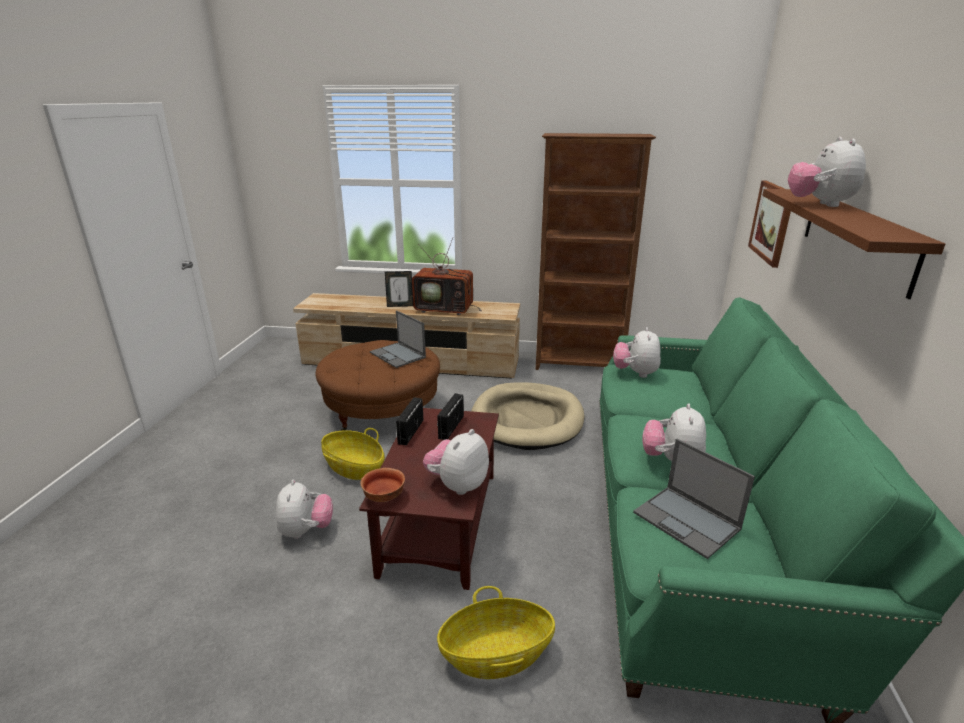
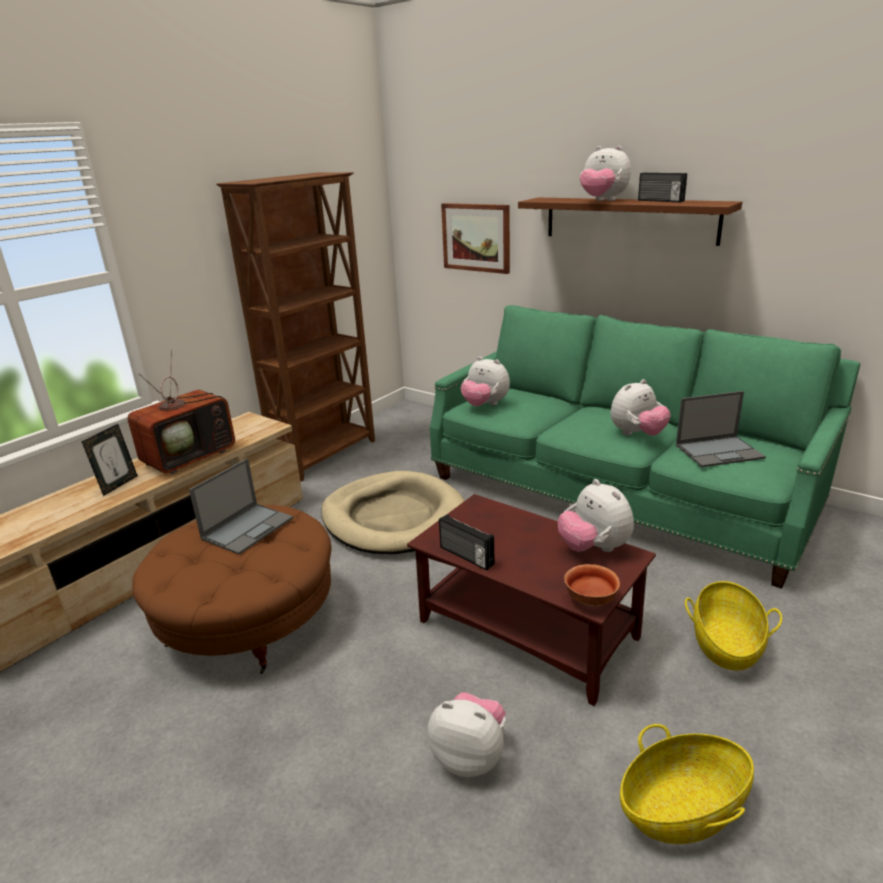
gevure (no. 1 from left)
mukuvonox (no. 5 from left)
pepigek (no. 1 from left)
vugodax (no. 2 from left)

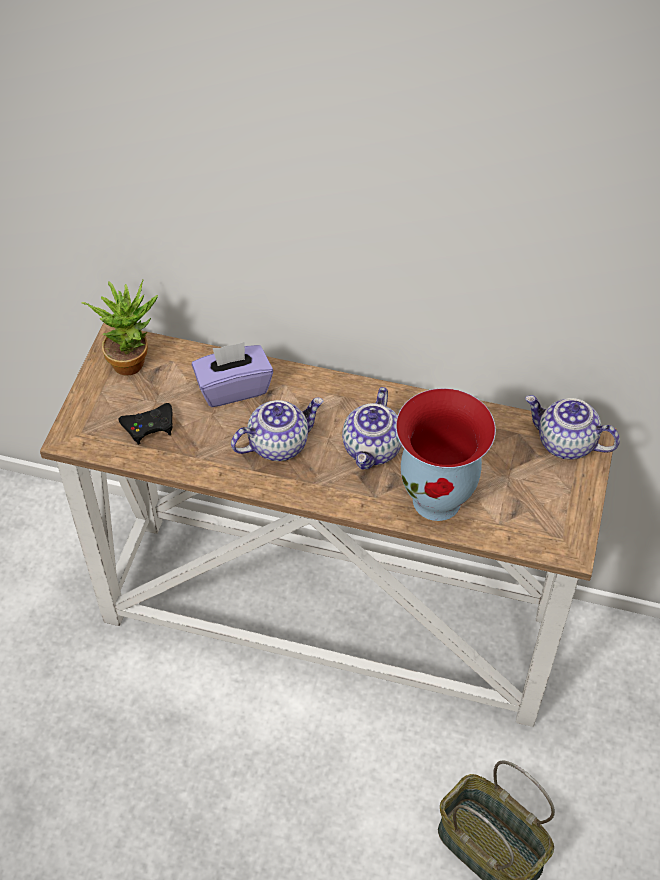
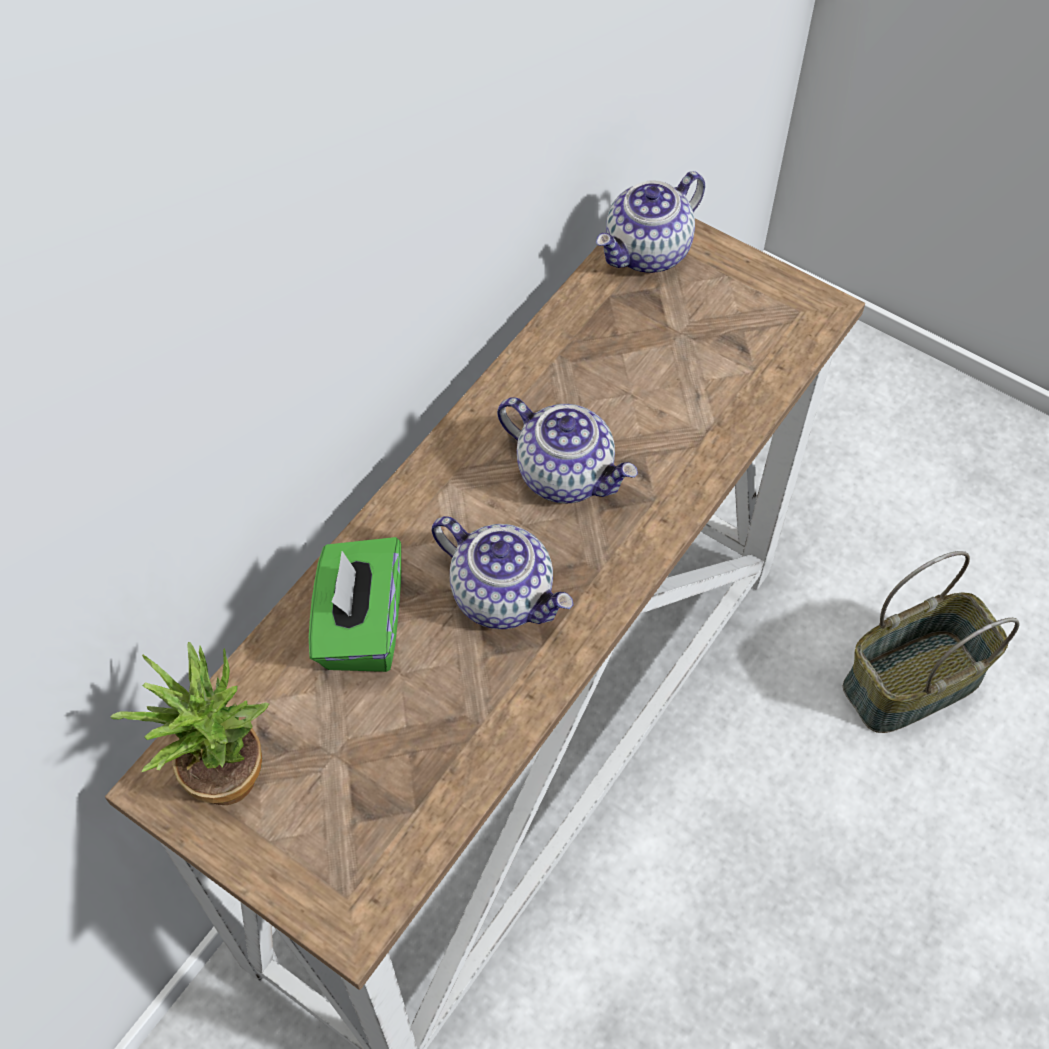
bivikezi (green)
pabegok (no. 1 from left)
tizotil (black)
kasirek

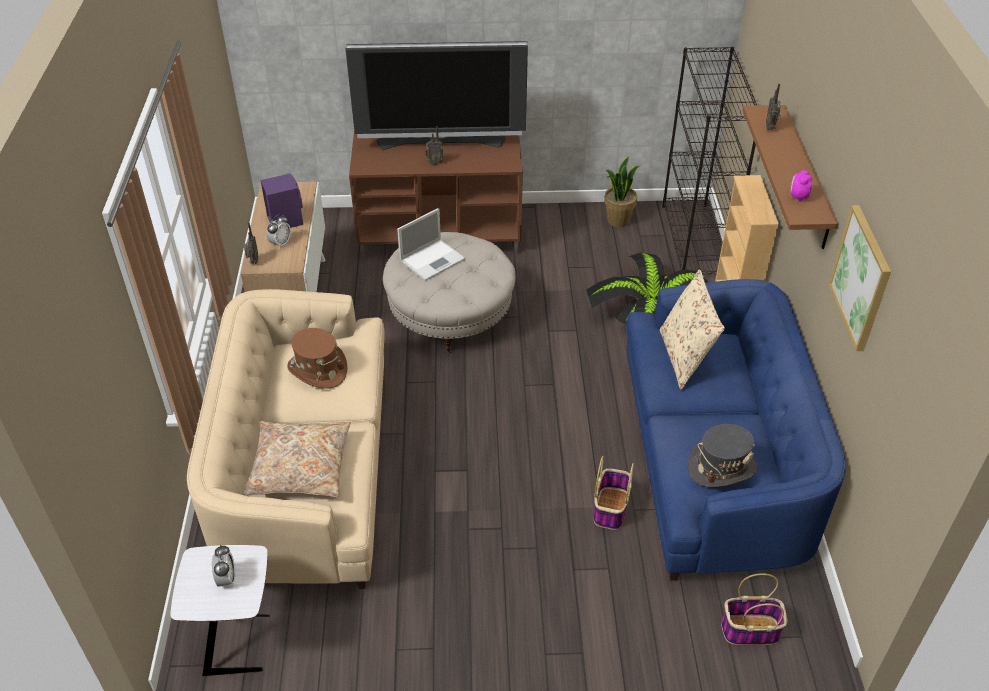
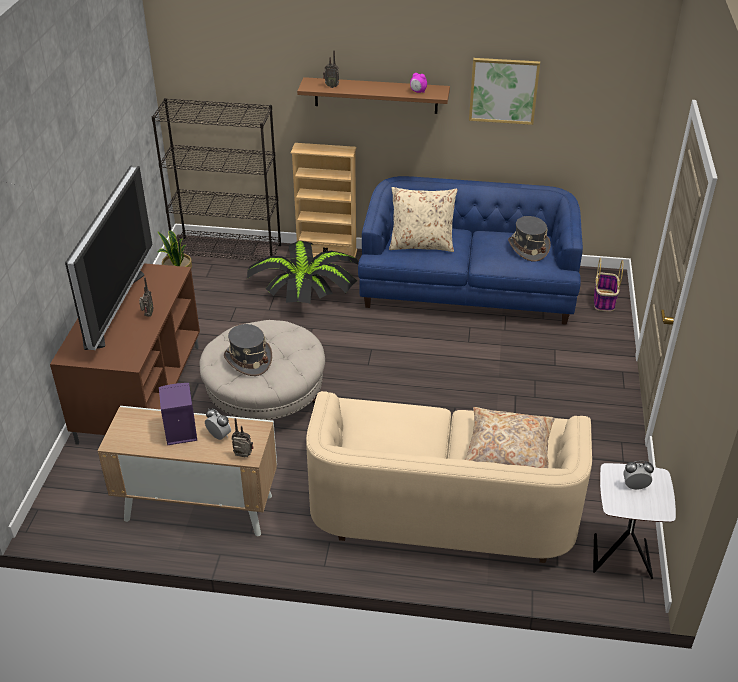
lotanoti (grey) (no. 1 from left)
lotanoti (brown)
pepigek (no. 1 from left in the first image)

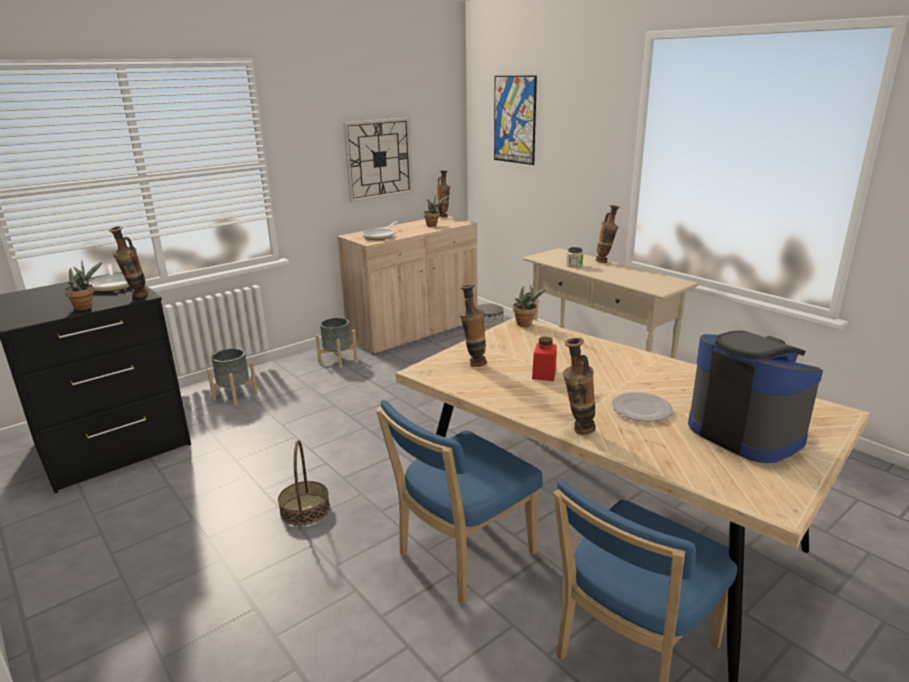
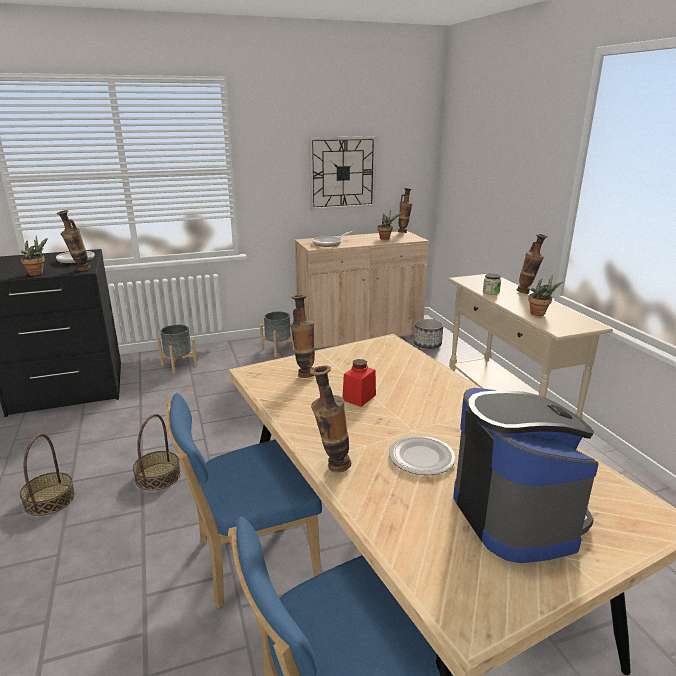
pepigek (no. 1 from left)
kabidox (no. 3 from left)
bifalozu

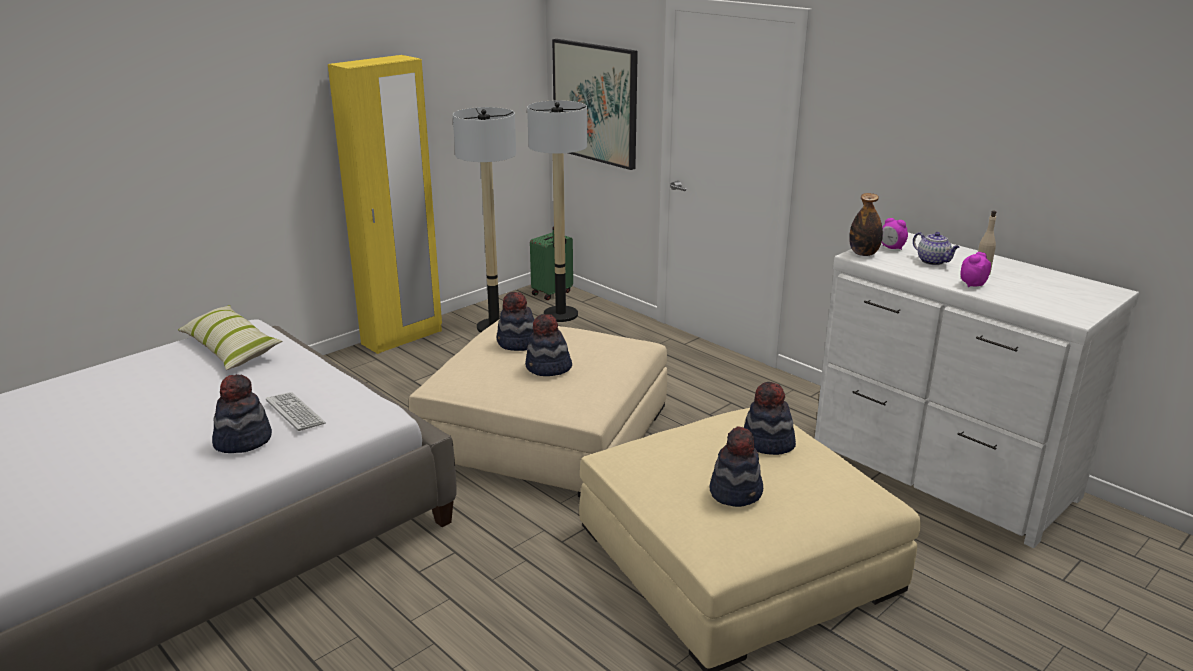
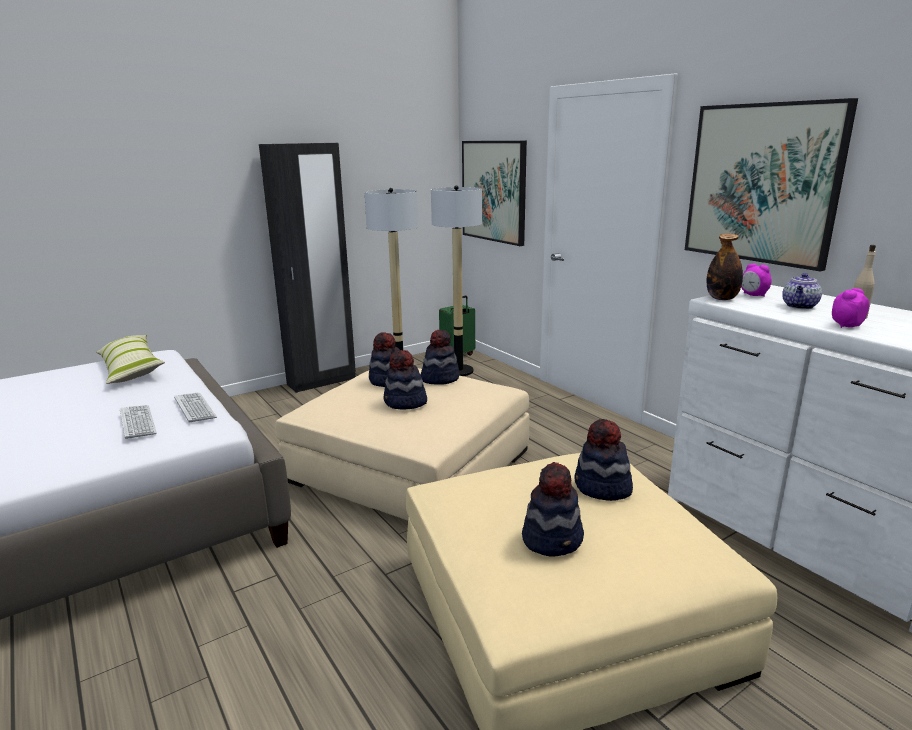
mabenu (no. 2 from left)
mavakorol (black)
lotanoti (no. 3 from left)
bifalozu (no. 2 from left)
pabegok

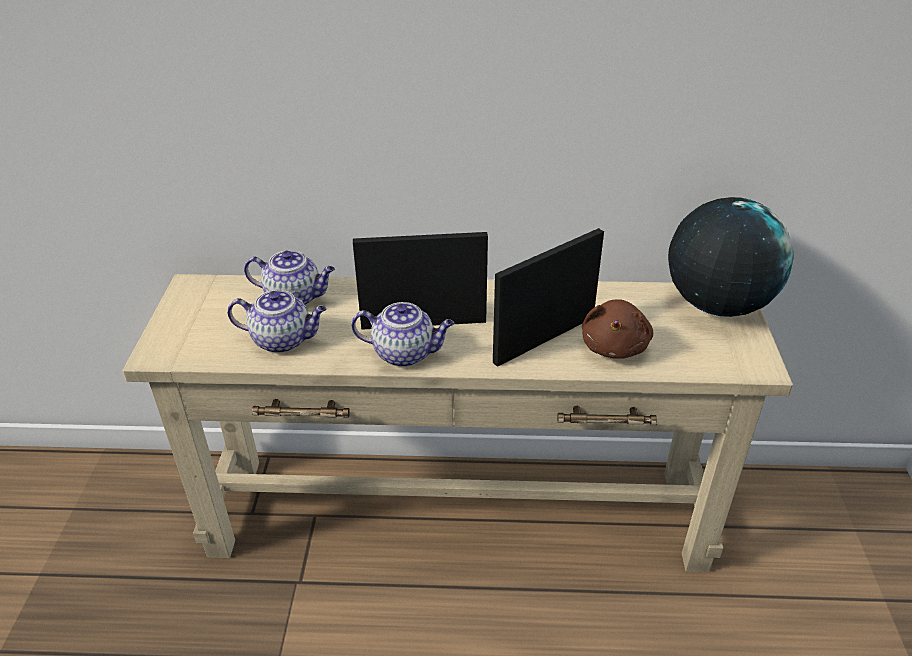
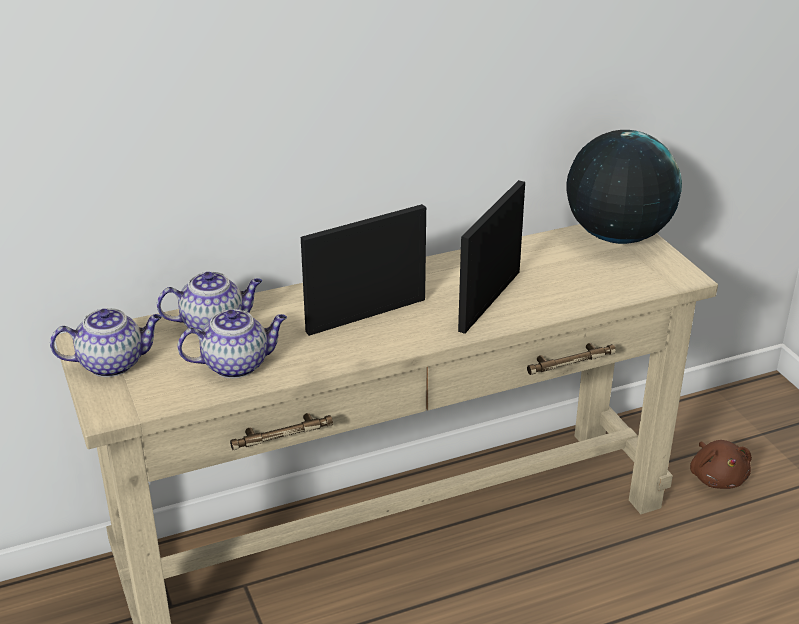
pabegok (no. 1 from left)
mukuvonox (brown)

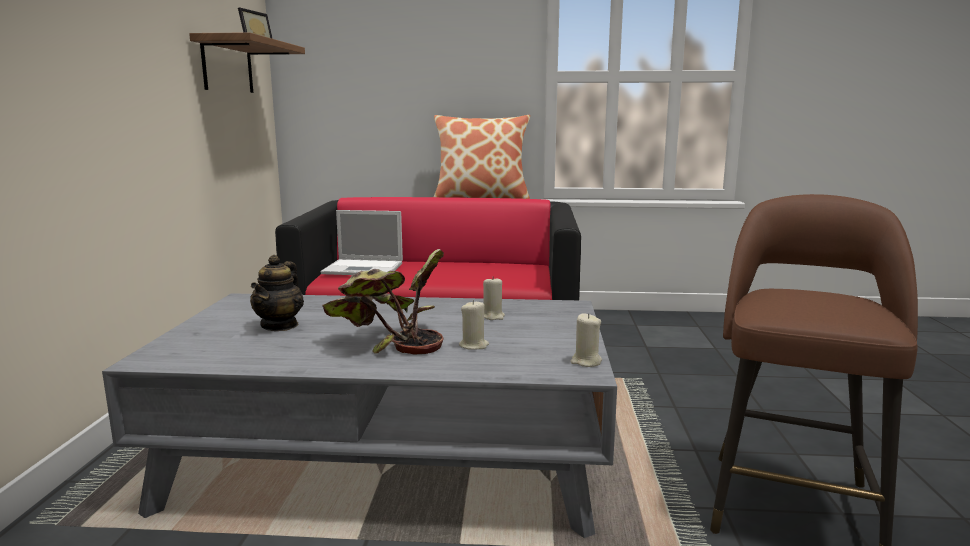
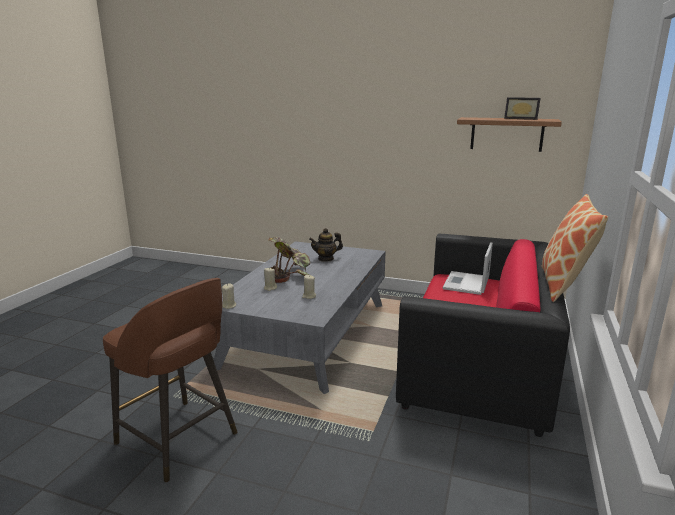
pabegok

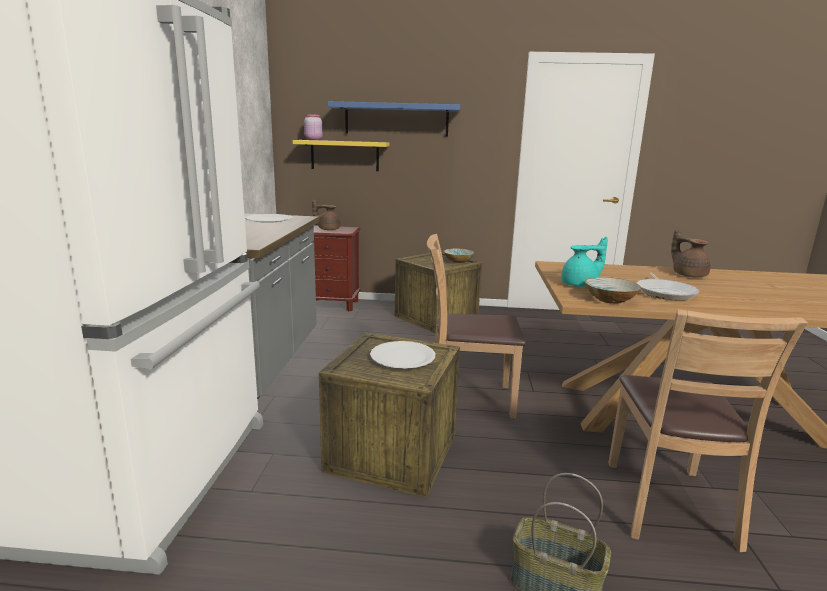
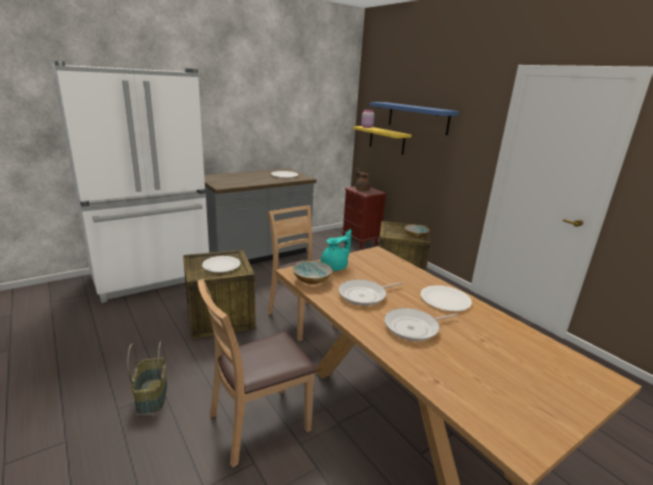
pabegok (turquoise)
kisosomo (no. 2 from left)
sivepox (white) (no. 3 from left)

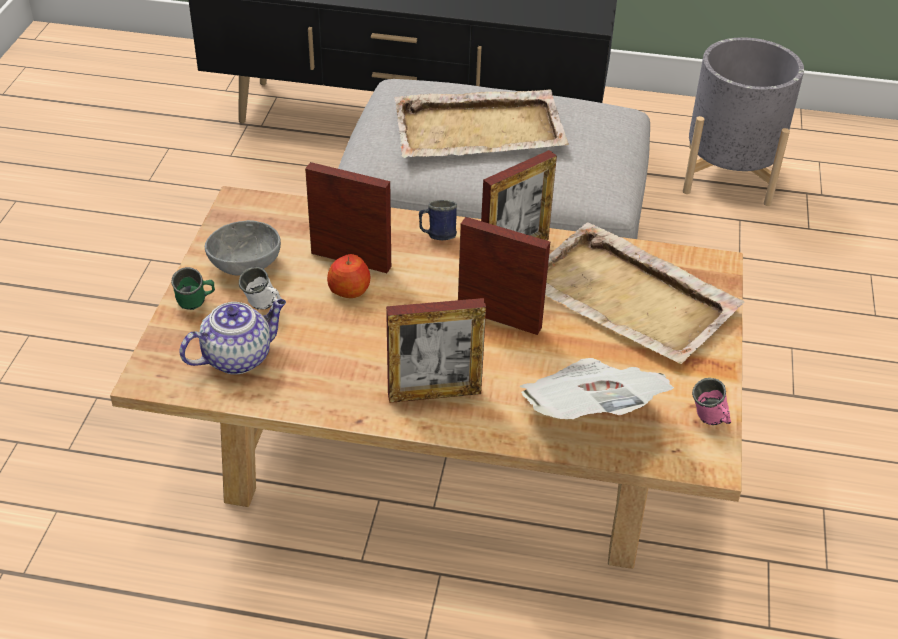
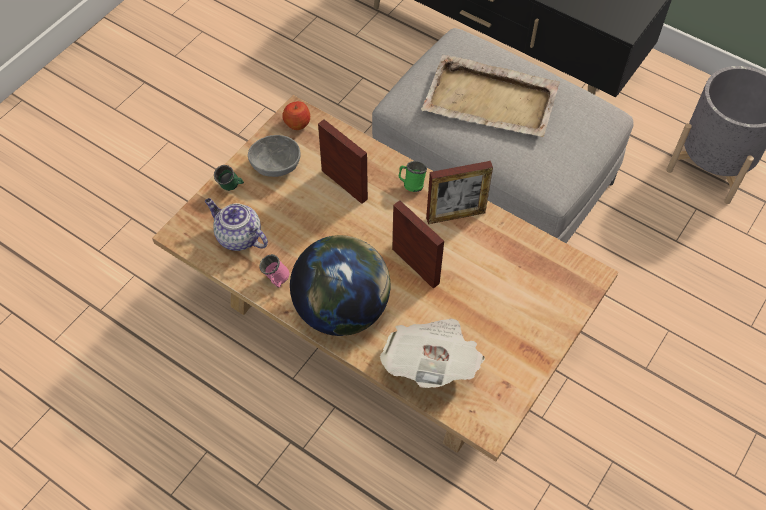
pabegok
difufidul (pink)
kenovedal
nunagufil
difufidul (green) (no. 2 from left)
difufidul (white)
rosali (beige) (no. 2 from left in the first image)

